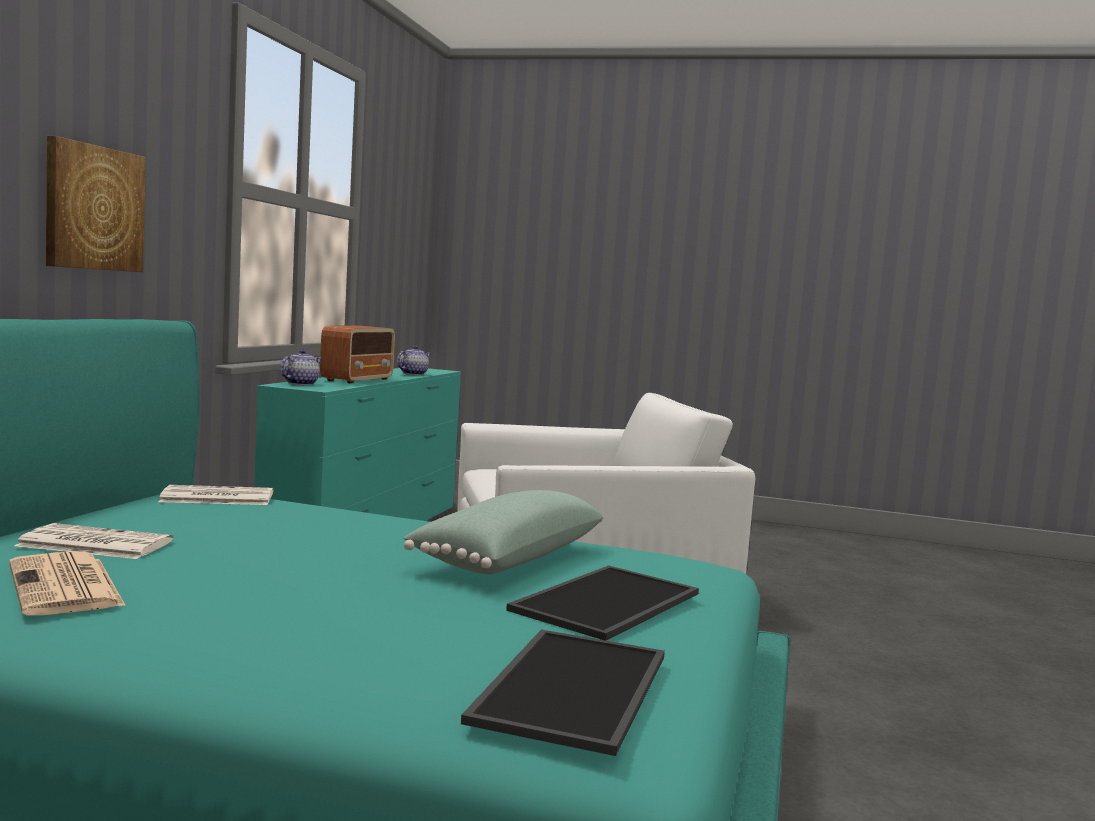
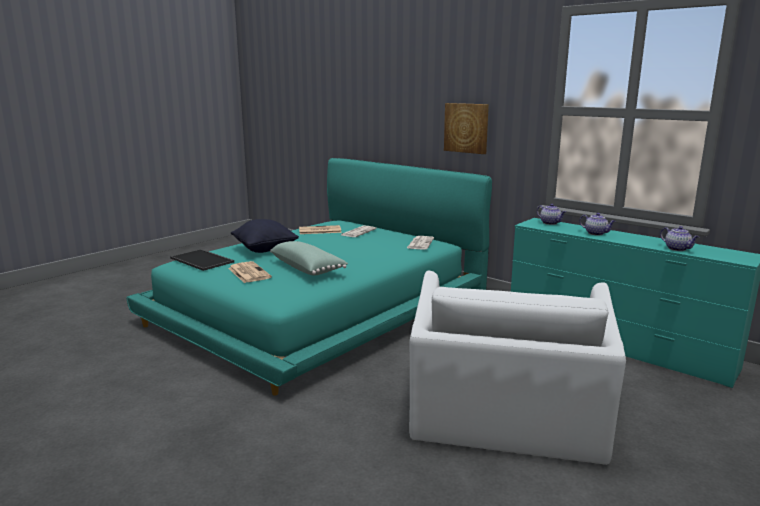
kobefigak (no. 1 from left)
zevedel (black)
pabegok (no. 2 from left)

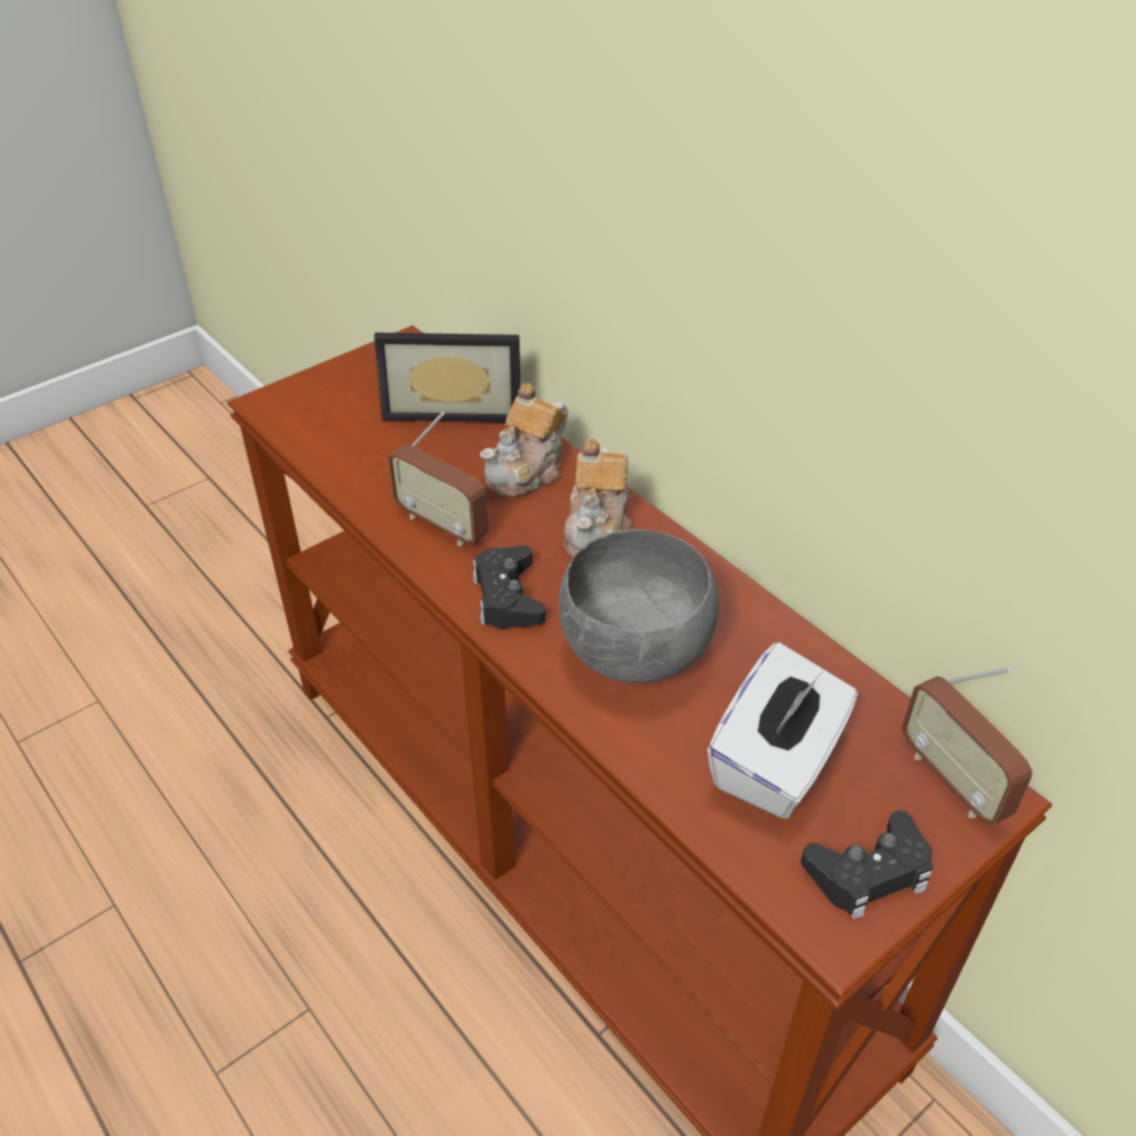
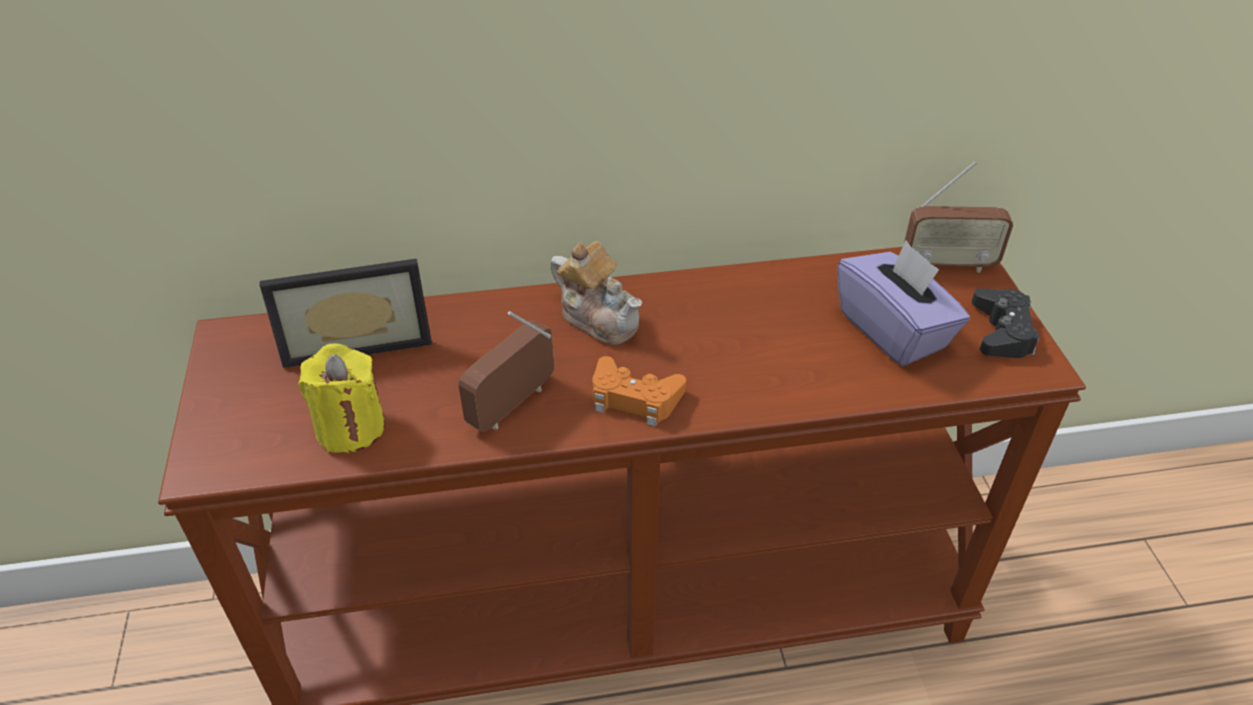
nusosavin
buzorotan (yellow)
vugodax (no. 1 from left)
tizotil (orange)
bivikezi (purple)
pabegok (no. 1 from left in the first image)
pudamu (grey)

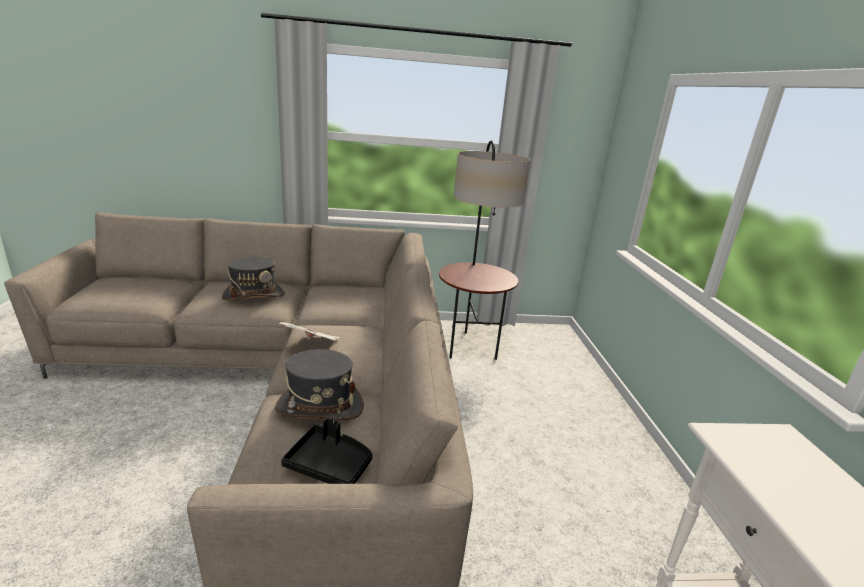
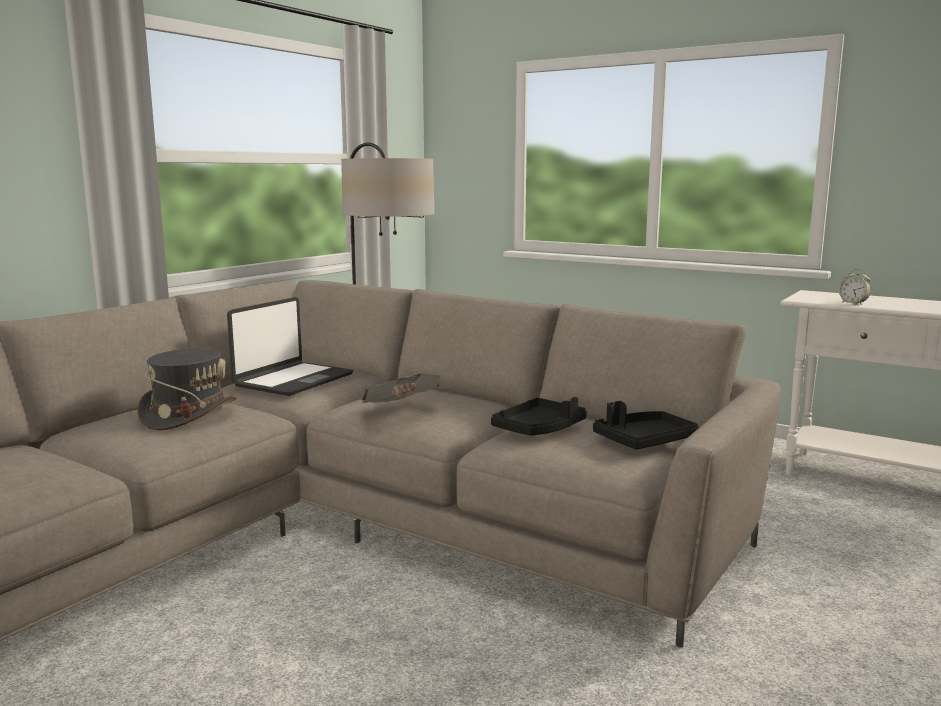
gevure
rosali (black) (no. 1 from left)
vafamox

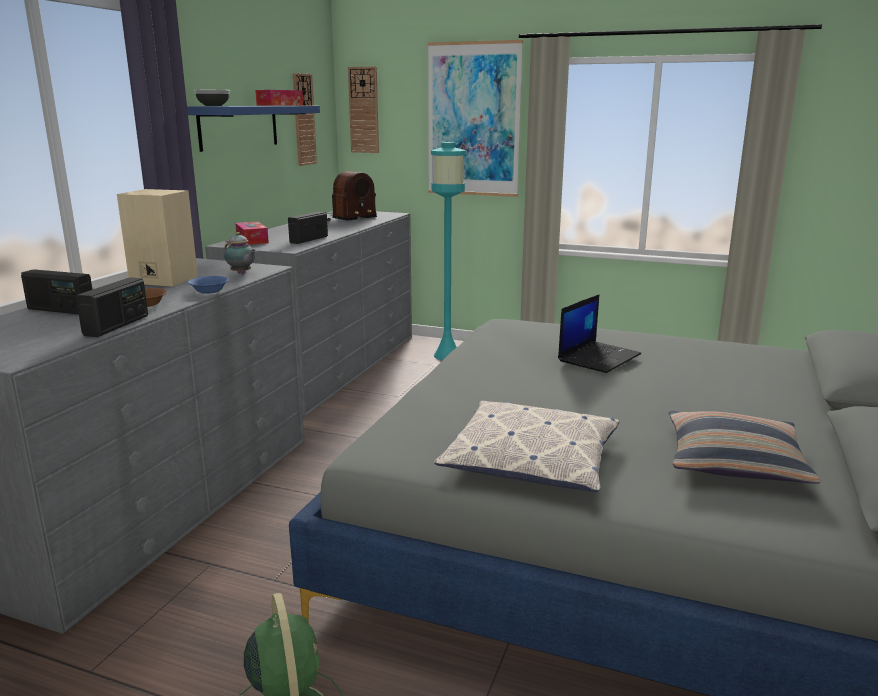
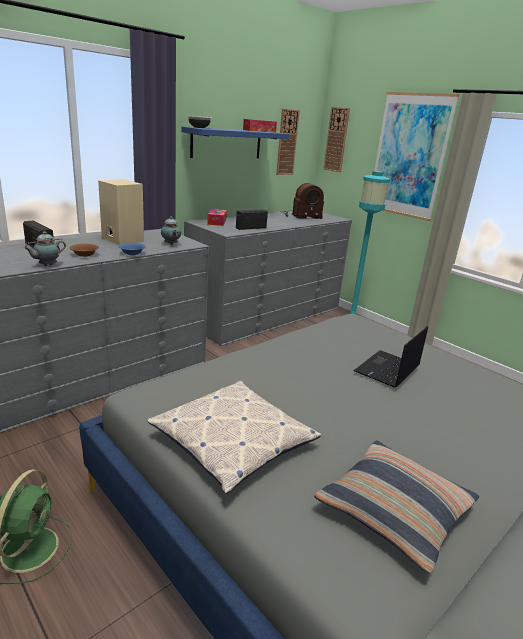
pabegok (no. 1 from left)
gevure

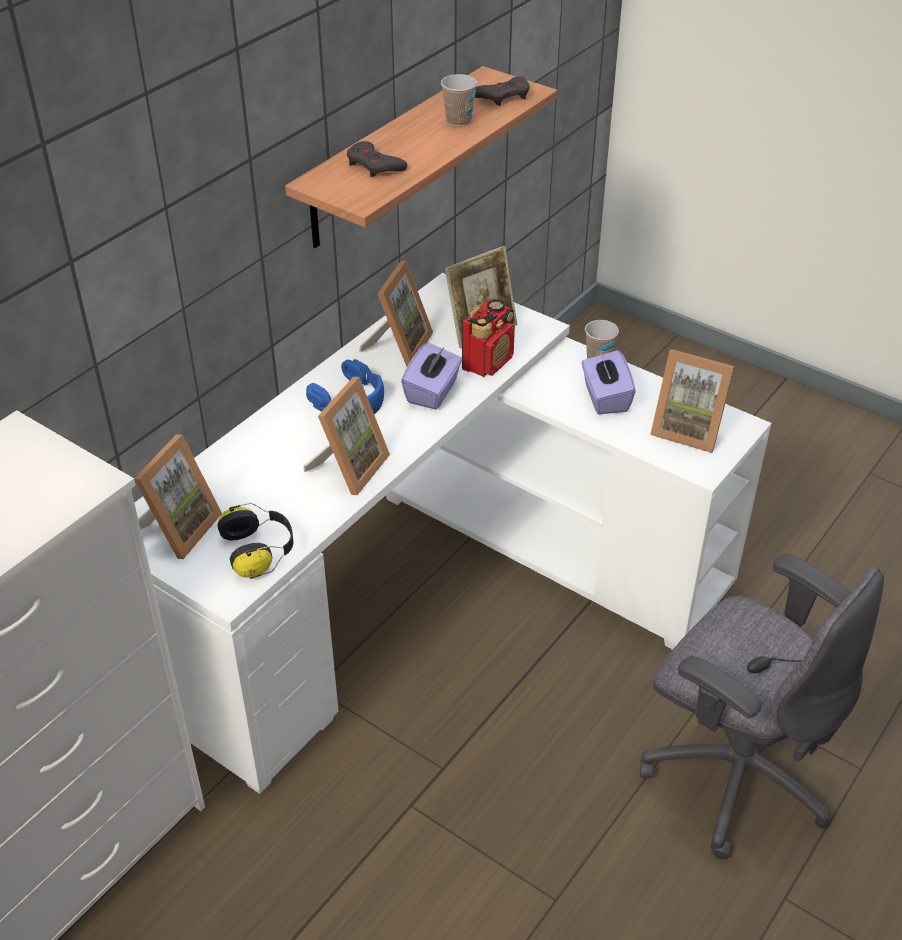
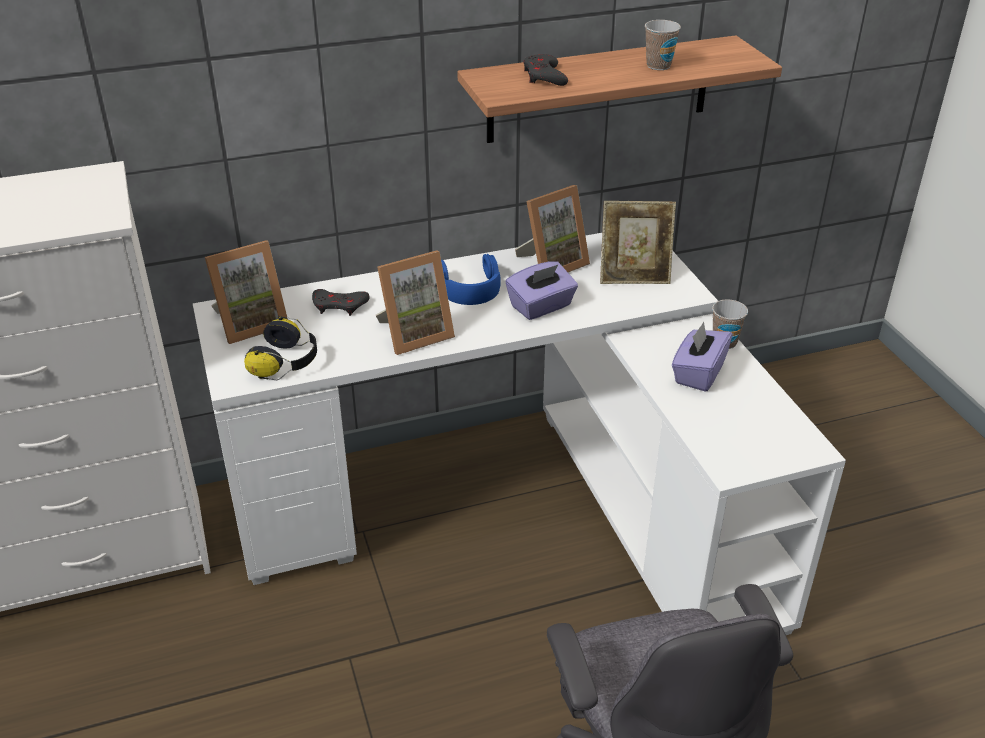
tizotil (grey) (no. 1 from left)
vugodax
nusosavin (no. 5 from left in the first image)

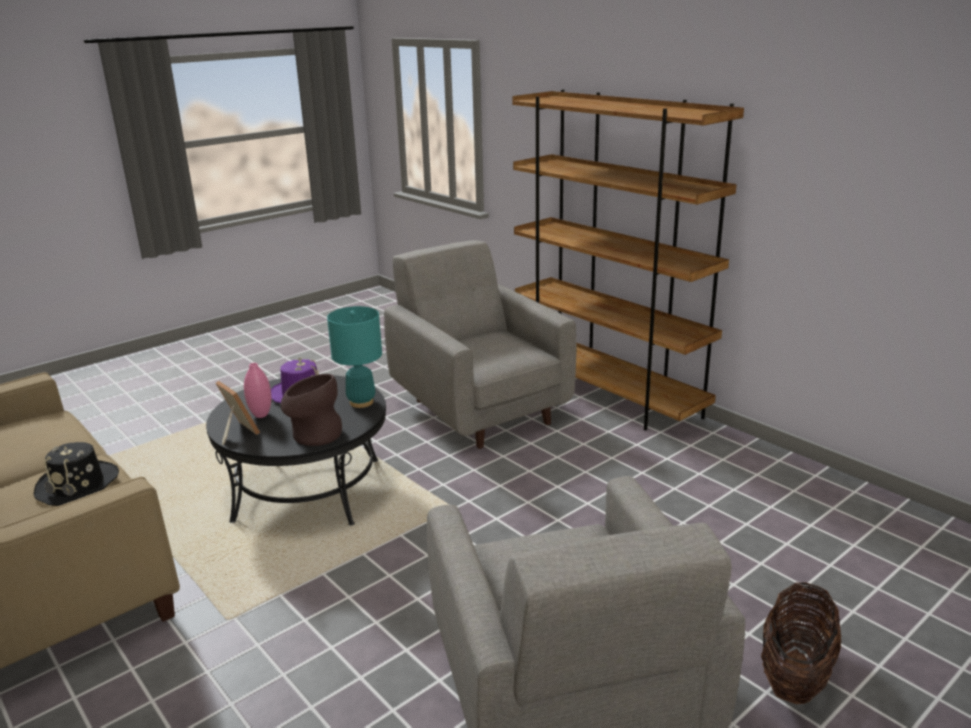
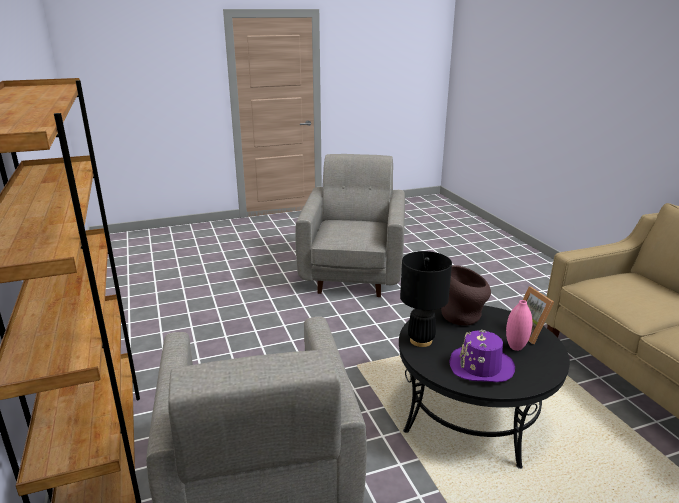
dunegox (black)
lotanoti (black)
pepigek

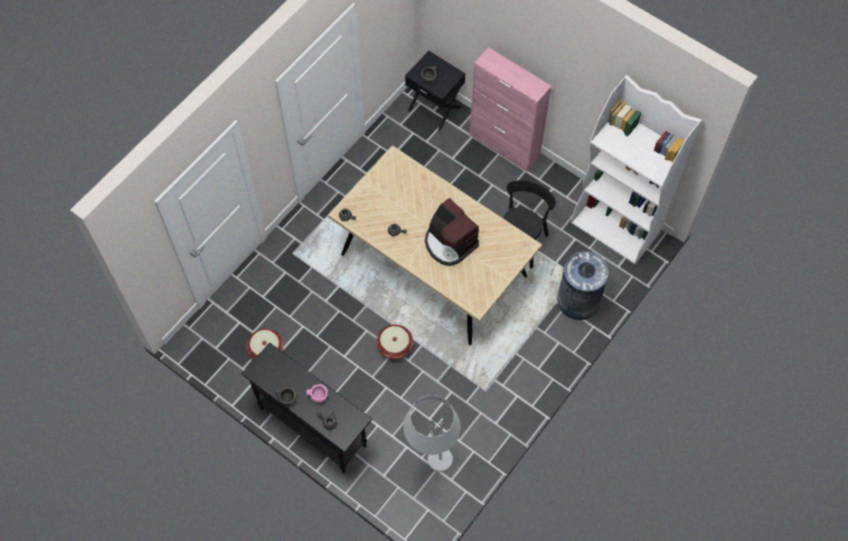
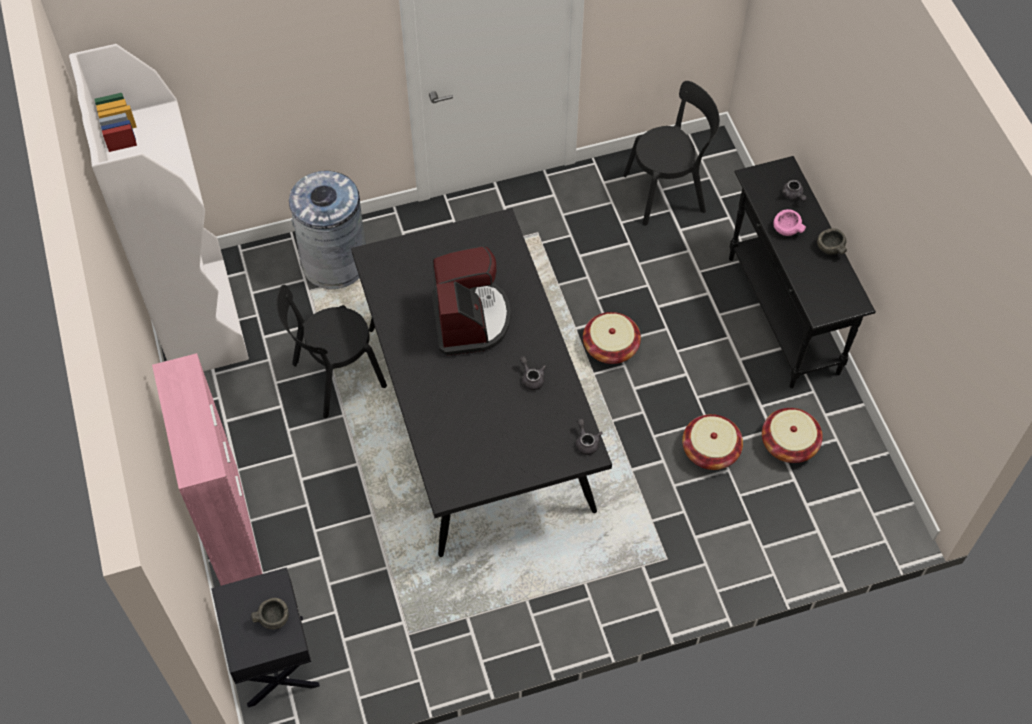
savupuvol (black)
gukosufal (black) (no. 2 from left)
pepigek (no. 2 from left)

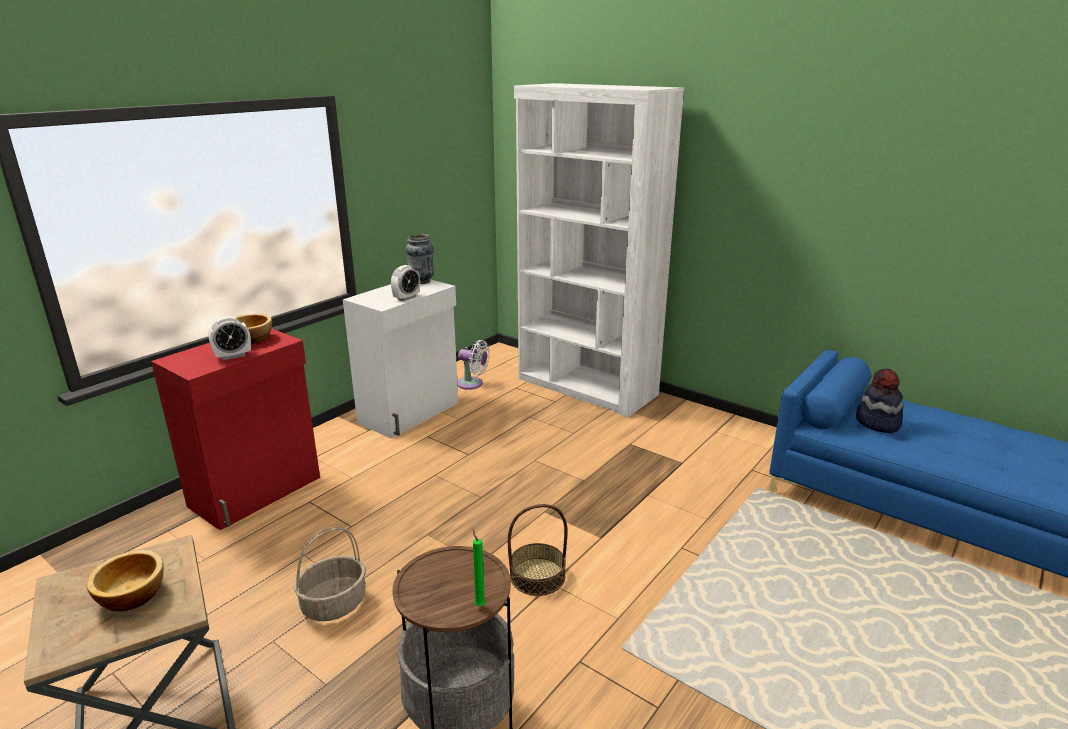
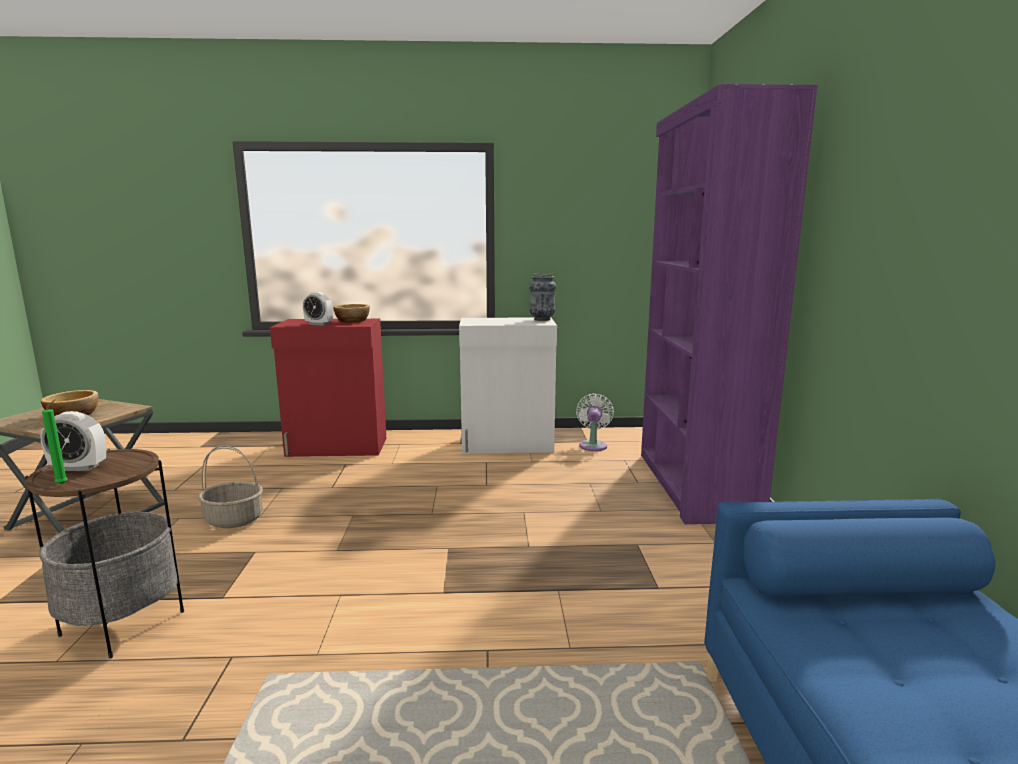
vafamox (no. 1 from left)
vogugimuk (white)
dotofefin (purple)
pepigek (no. 2 from left in the first image)
lotanoti

